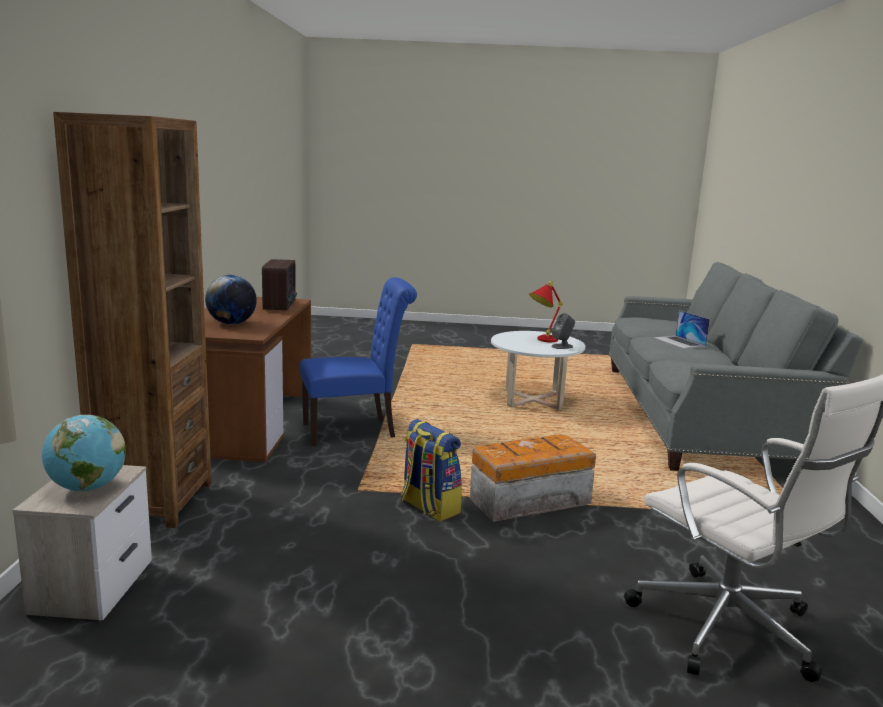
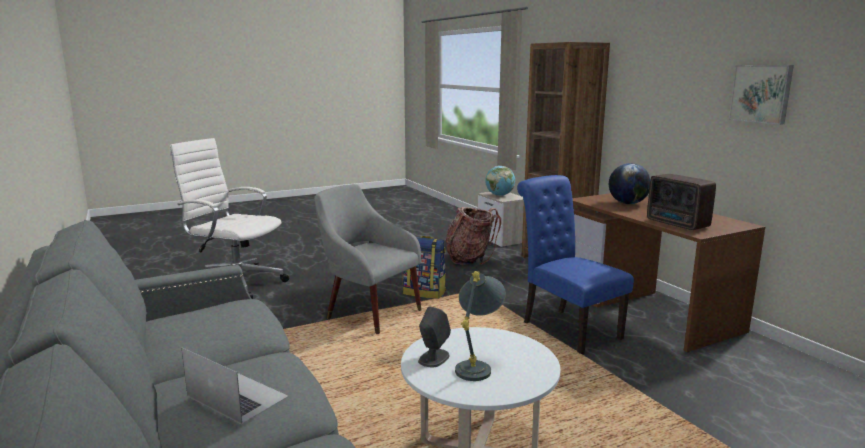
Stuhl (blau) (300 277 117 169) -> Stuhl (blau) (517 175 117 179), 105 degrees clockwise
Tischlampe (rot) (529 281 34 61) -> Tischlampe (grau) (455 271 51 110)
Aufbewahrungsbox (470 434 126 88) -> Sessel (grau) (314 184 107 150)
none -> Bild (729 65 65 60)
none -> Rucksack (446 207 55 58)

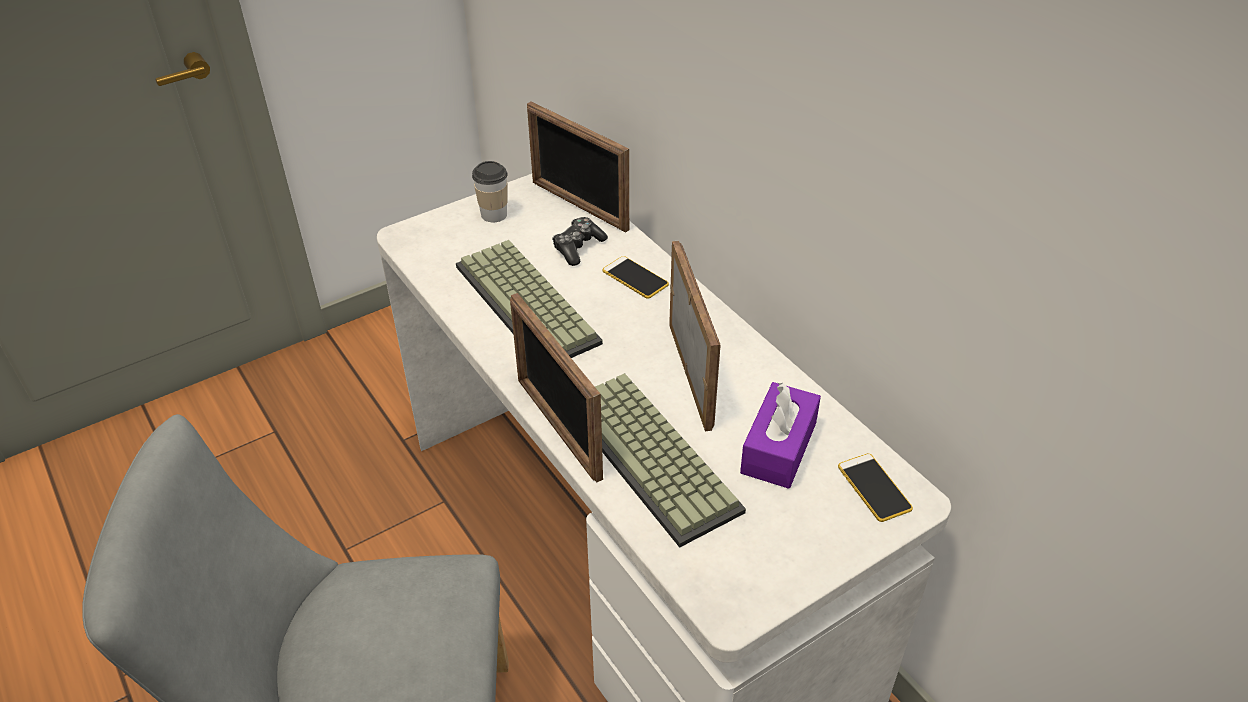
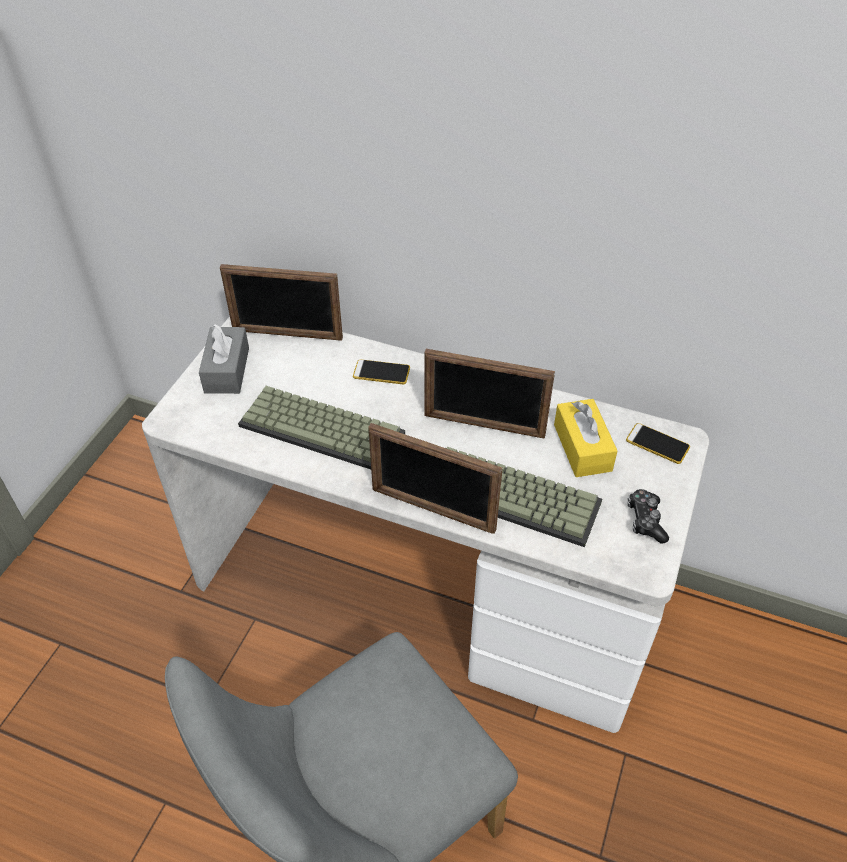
Tasse (472 161 36 61) -> Taschentuchbox (grau) (199 324 50 70)
Gamepad (552 217 56 49) -> Gamepad (628 489 41 54), move
Bilderrahmen (669 240 52 192) -> Bilderrahmen (424 349 131 90), 150 degrees clockwise
Taschentuchbox (lila) (740 382 81 107) -> Taschentuchbox (gelb) (554 399 64 78)

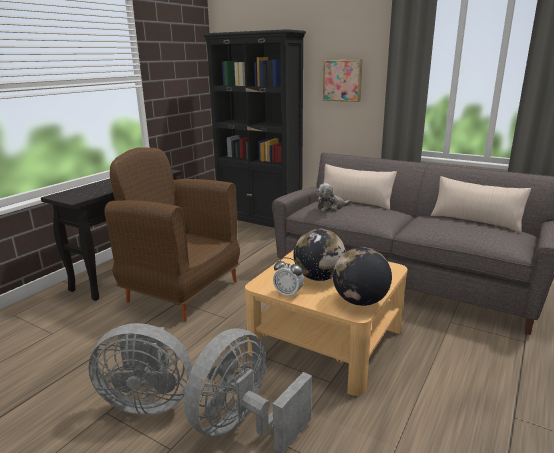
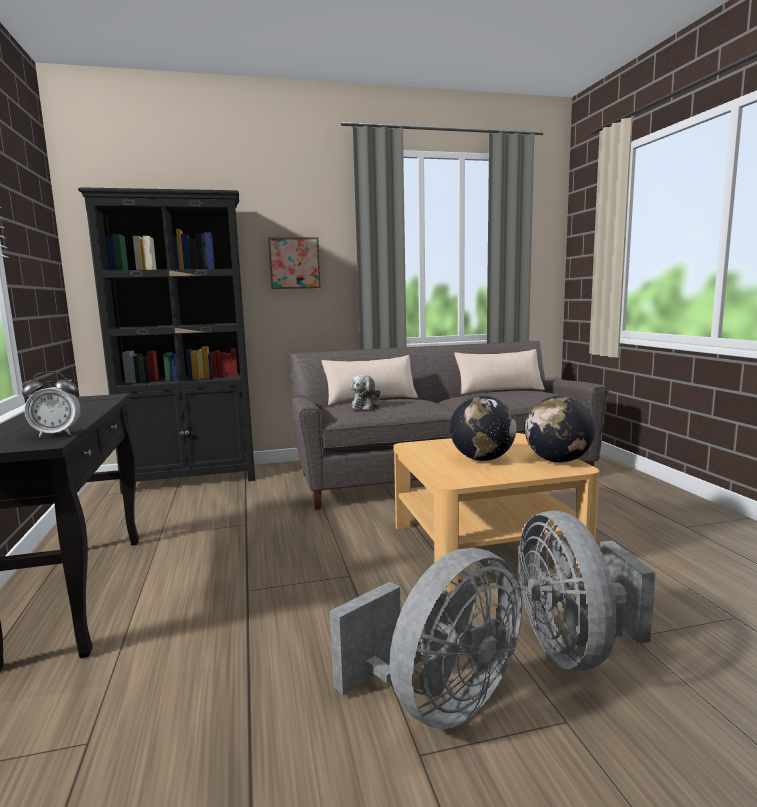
Sessel (braun) (104 148 136 173) -> none
Wecker (273 257 31 41) -> Wecker (22 371 58 67), move

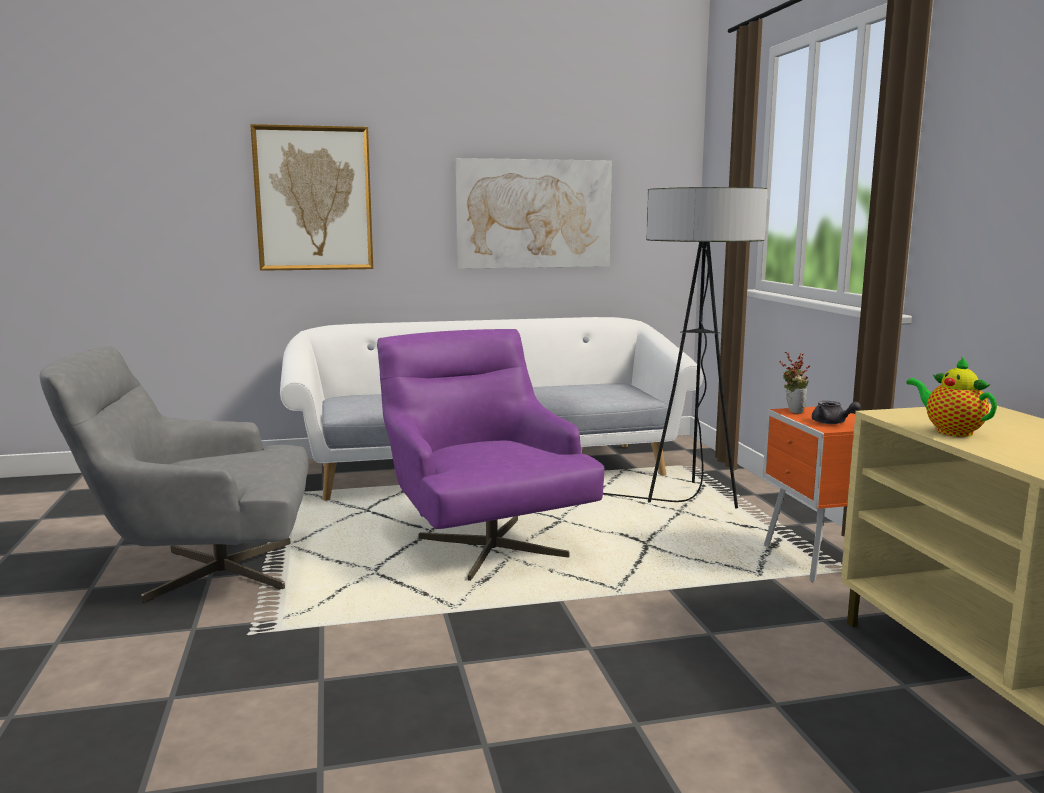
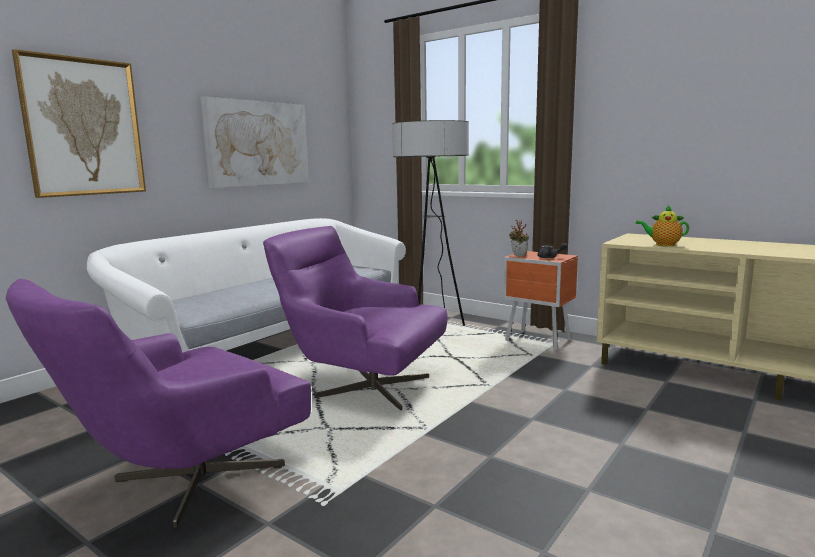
Sessel (grau) (40 346 269 257) -> Sessel (lila) (6 279 305 249)

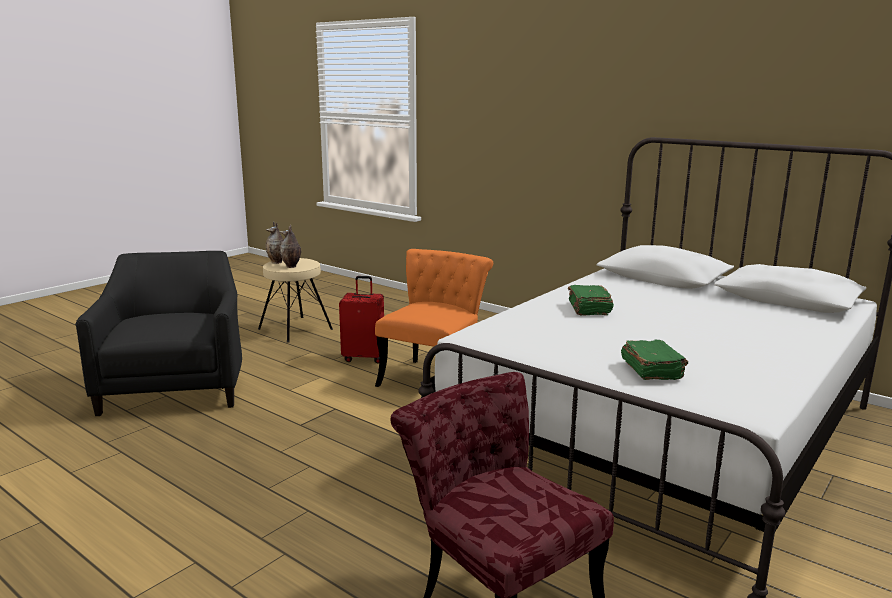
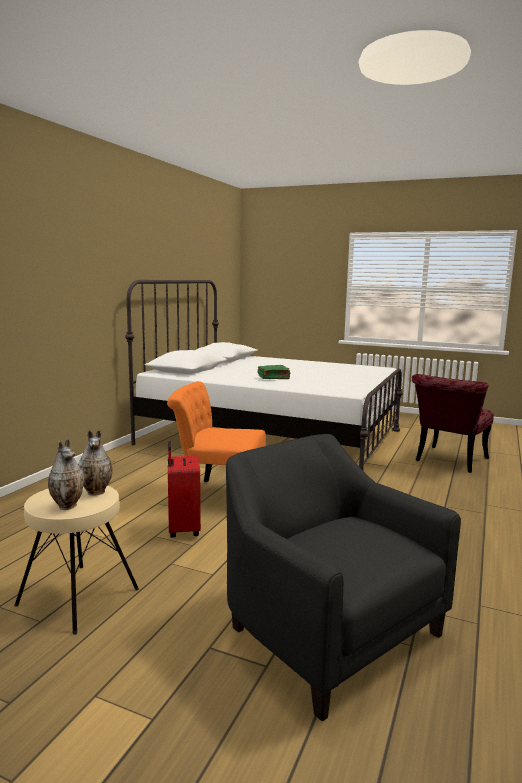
Sessel (schwarz) (75 251 167 165) -> Sessel (schwarz) (226 434 235 287), 75 degrees clockwise
Buch (grün) (621 340 67 40) -> none

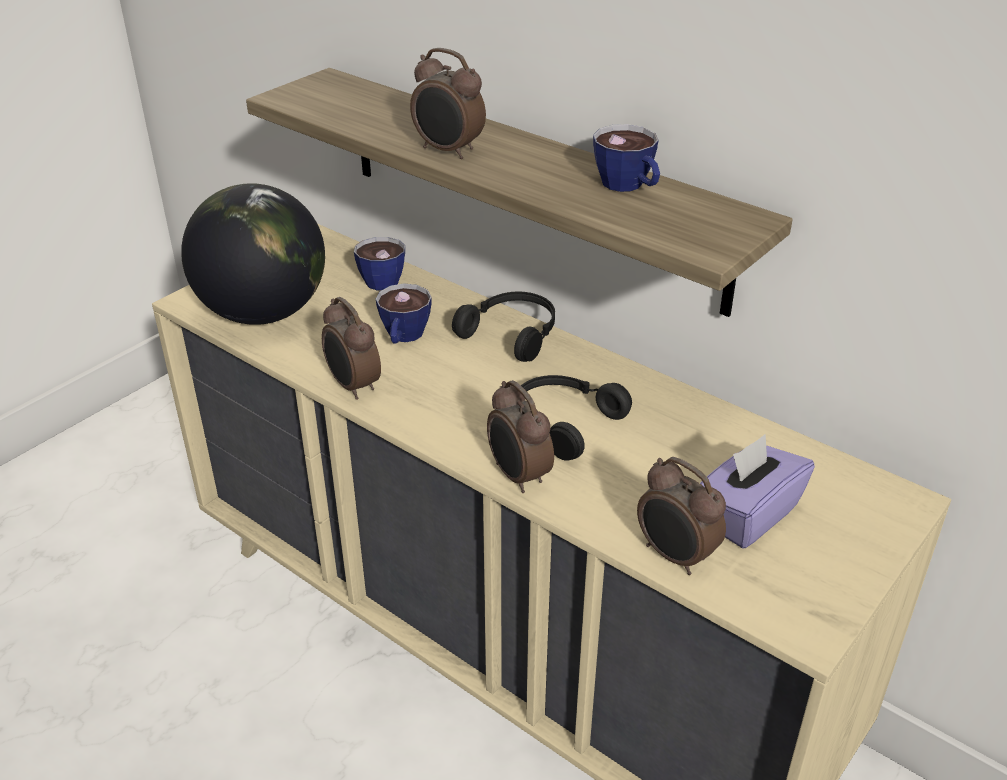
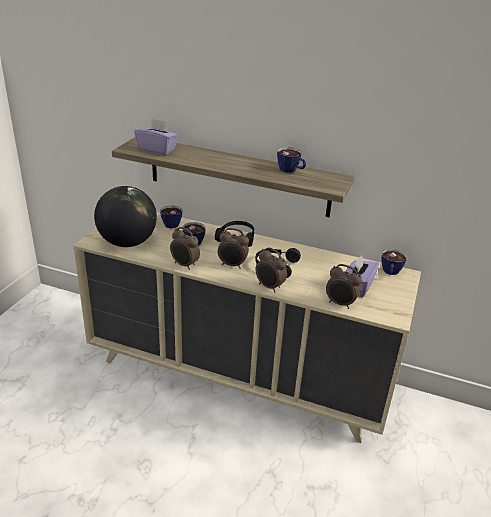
Wecker (410 48 76 111) -> Wecker (218 228 31 41), move
none -> Taschentuchbox (lila) (134 118 45 37)
none -> Tasse (381 249 26 26)

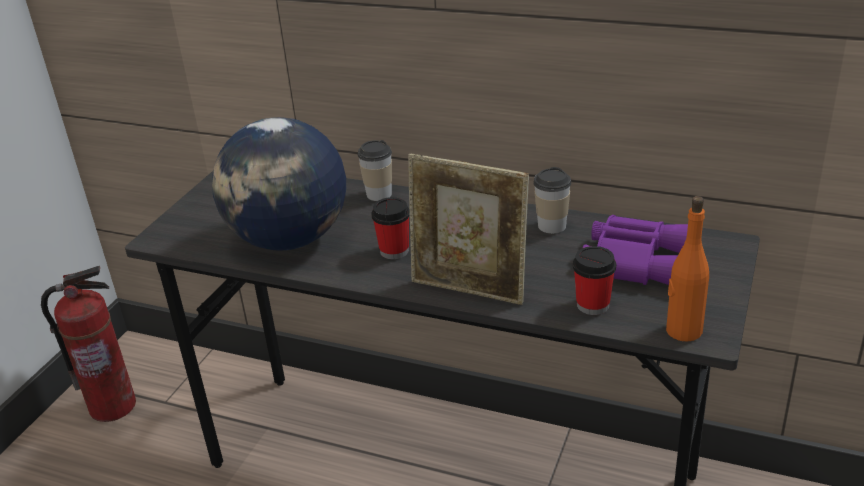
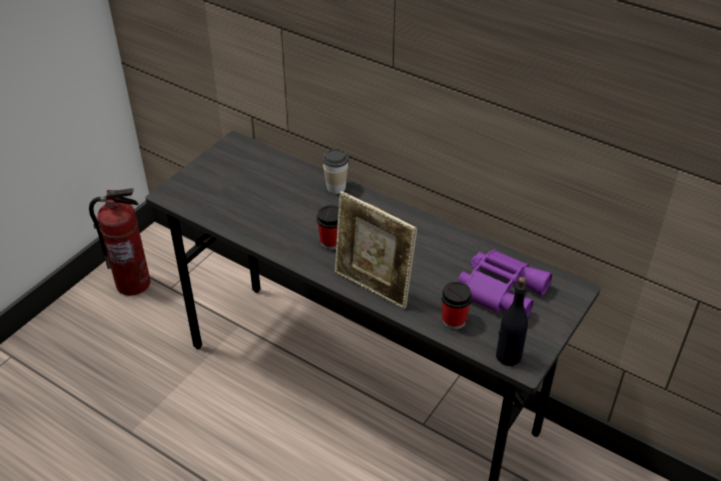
Globus (212 117 134 134) -> none
Tasse (533 167 38 67) -> none
Flasche (orange) (666 196 43 146) -> Flasche (schwarz) (496 277 32 89)

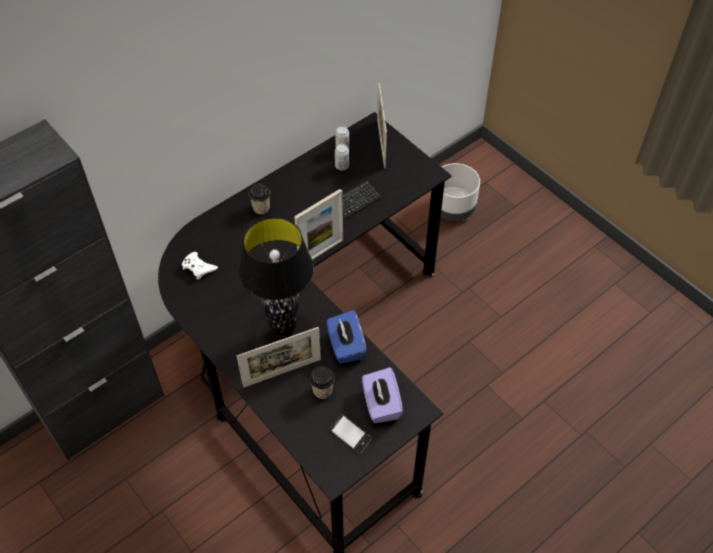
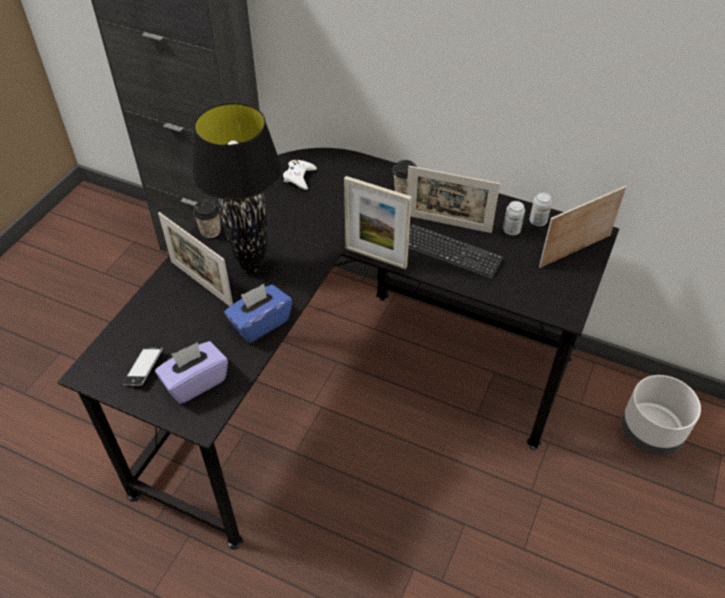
Tasse (309 367 26 32) -> Tasse (193 199 28 39), move
none -> Bilderrahmen (407 166 93 67)

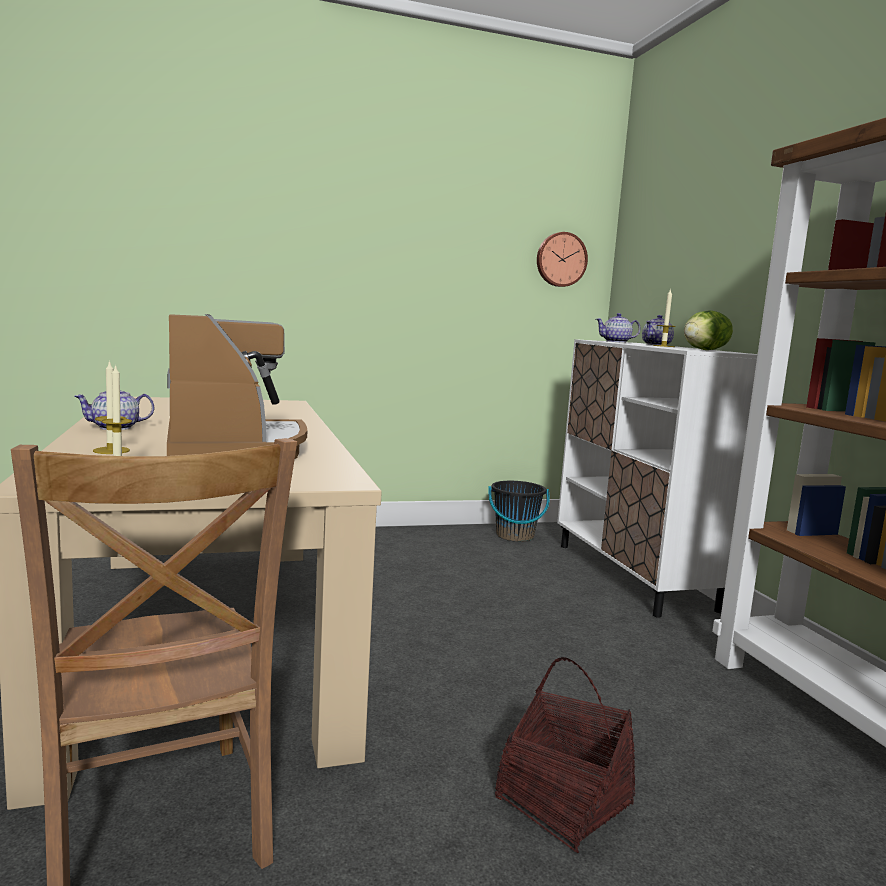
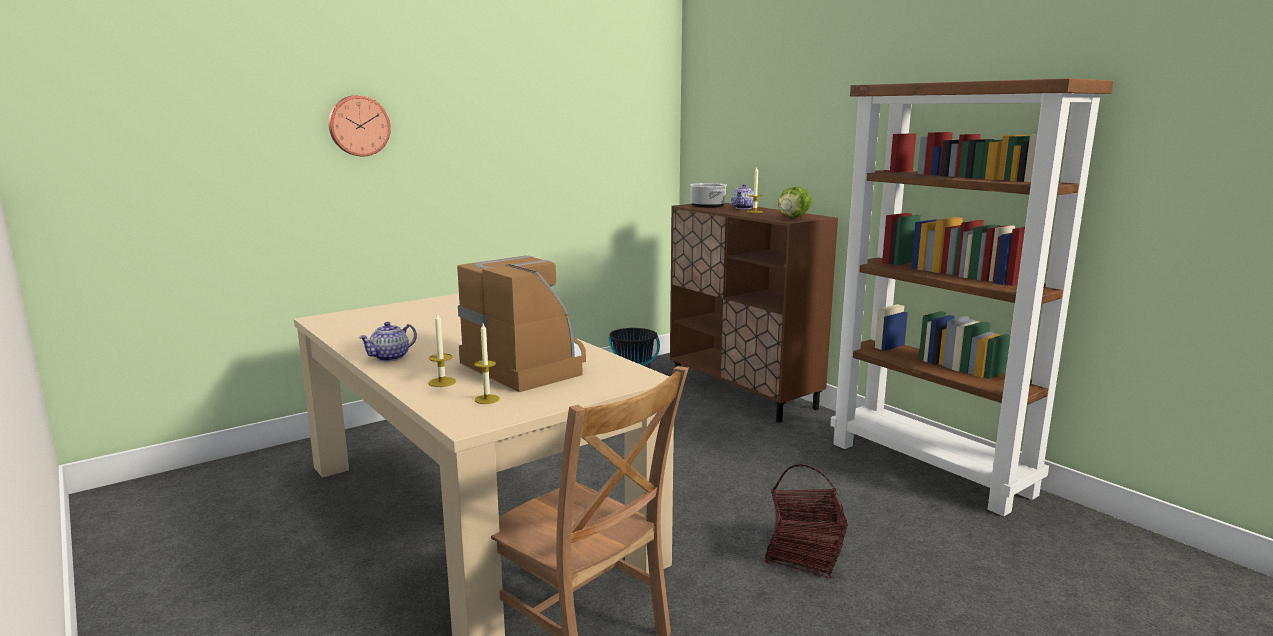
Wanduhr (537 232 51 55) -> Wanduhr (328 95 63 61), move
Teekanne (596 313 45 30) -> Kochtopf (690 183 37 25)
Schrank (weiß) (557 339 201 279) -> Schrank (braun) (670 203 168 219)

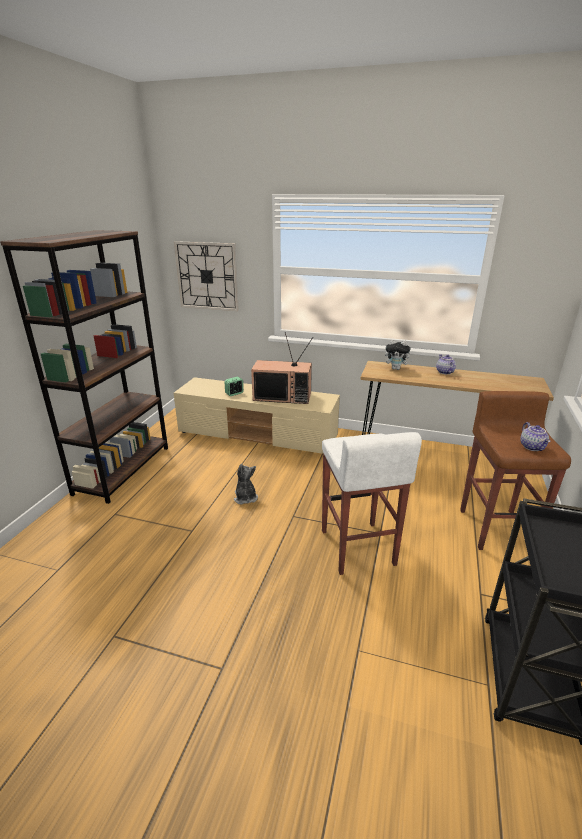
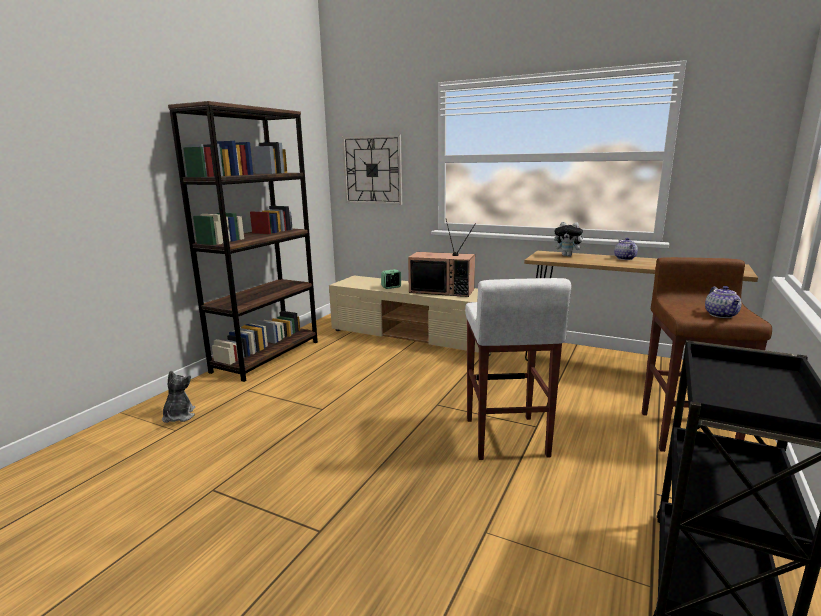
Plüschtier (234 464 24 41) -> Plüschtier (162 370 33 53), move

